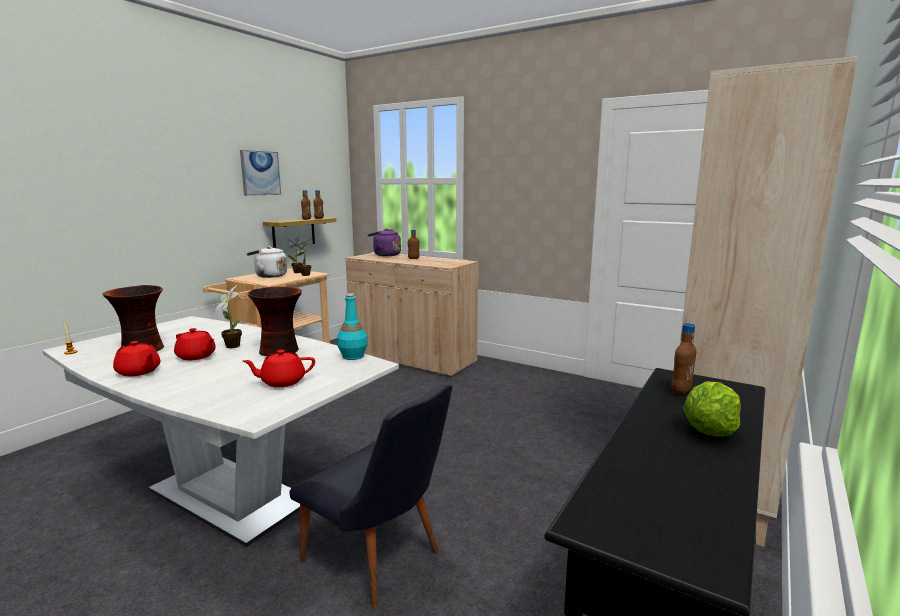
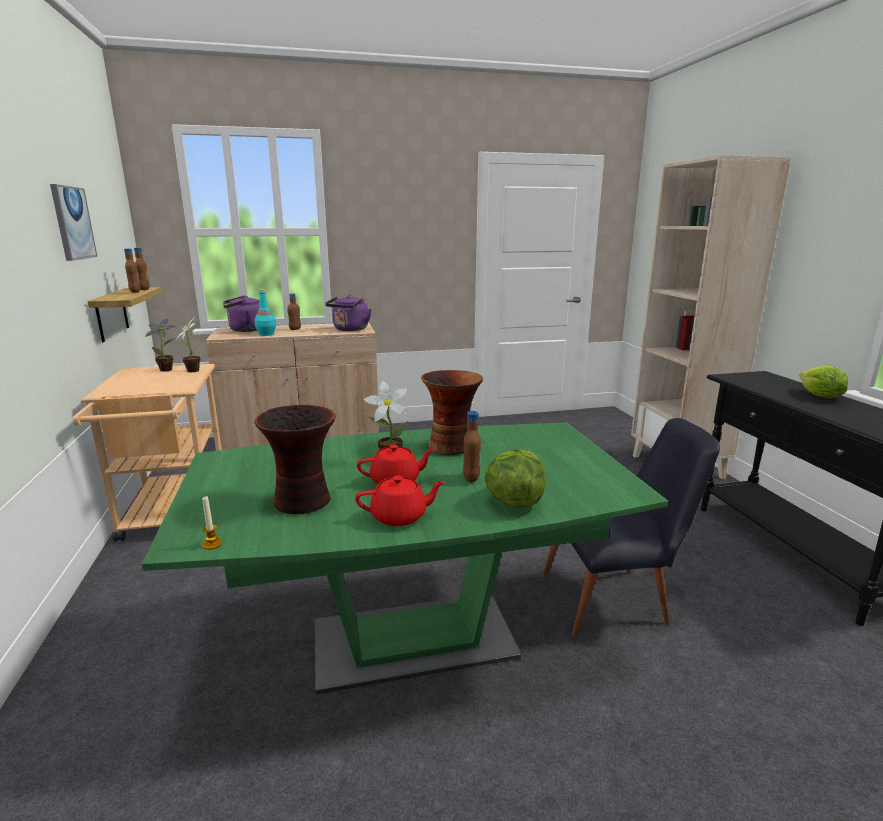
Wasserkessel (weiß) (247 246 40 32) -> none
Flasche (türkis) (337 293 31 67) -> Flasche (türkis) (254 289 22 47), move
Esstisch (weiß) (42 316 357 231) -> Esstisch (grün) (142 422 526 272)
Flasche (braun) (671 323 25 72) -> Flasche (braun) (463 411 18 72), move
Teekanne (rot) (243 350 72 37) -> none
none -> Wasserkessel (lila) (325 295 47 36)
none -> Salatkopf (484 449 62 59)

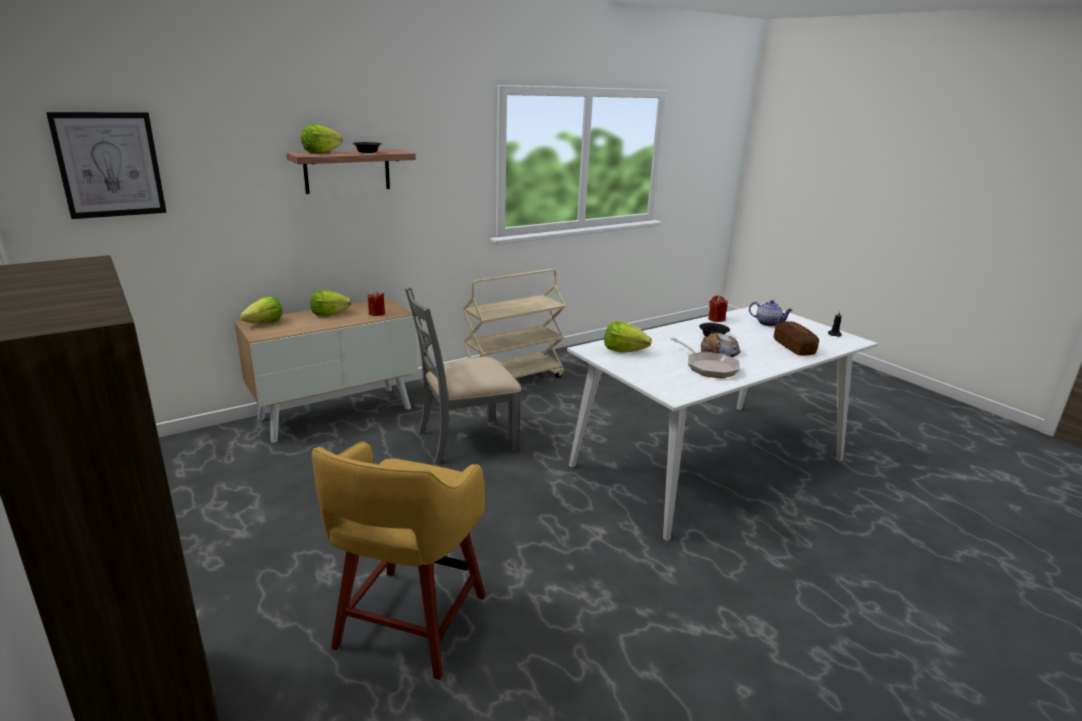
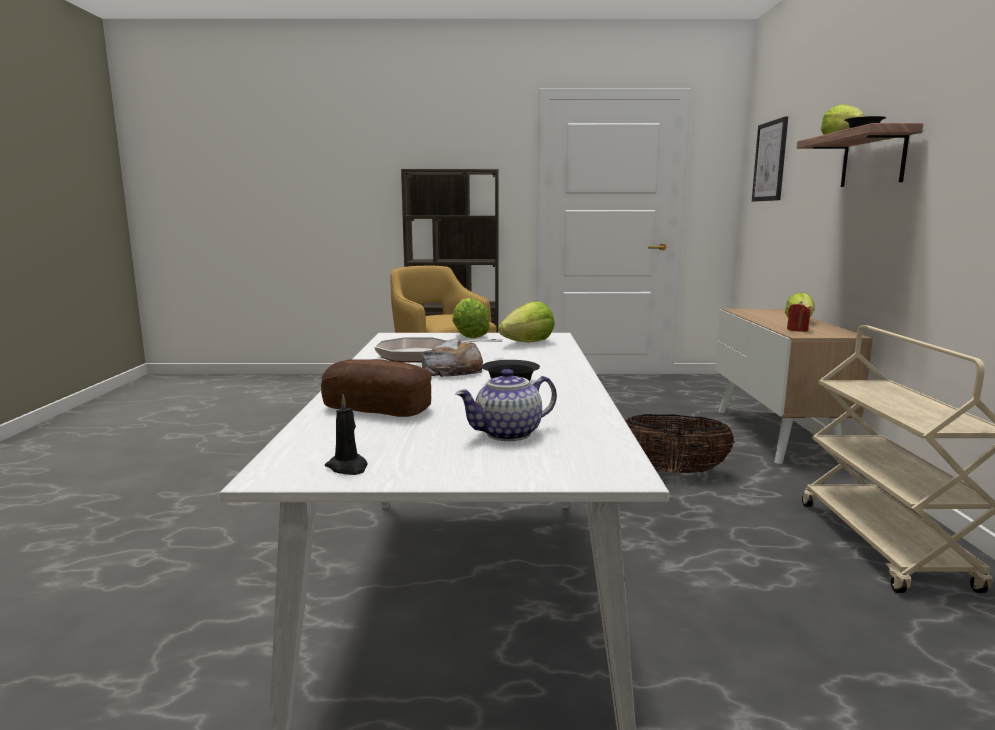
Stuhl (grau) (405 287 116 177) -> Korb (625 414 110 59)
Salatkopf (240 296 42 27) -> Salatkopf (452 298 38 40), move
Kerze (rot) (708 296 20 26) -> none

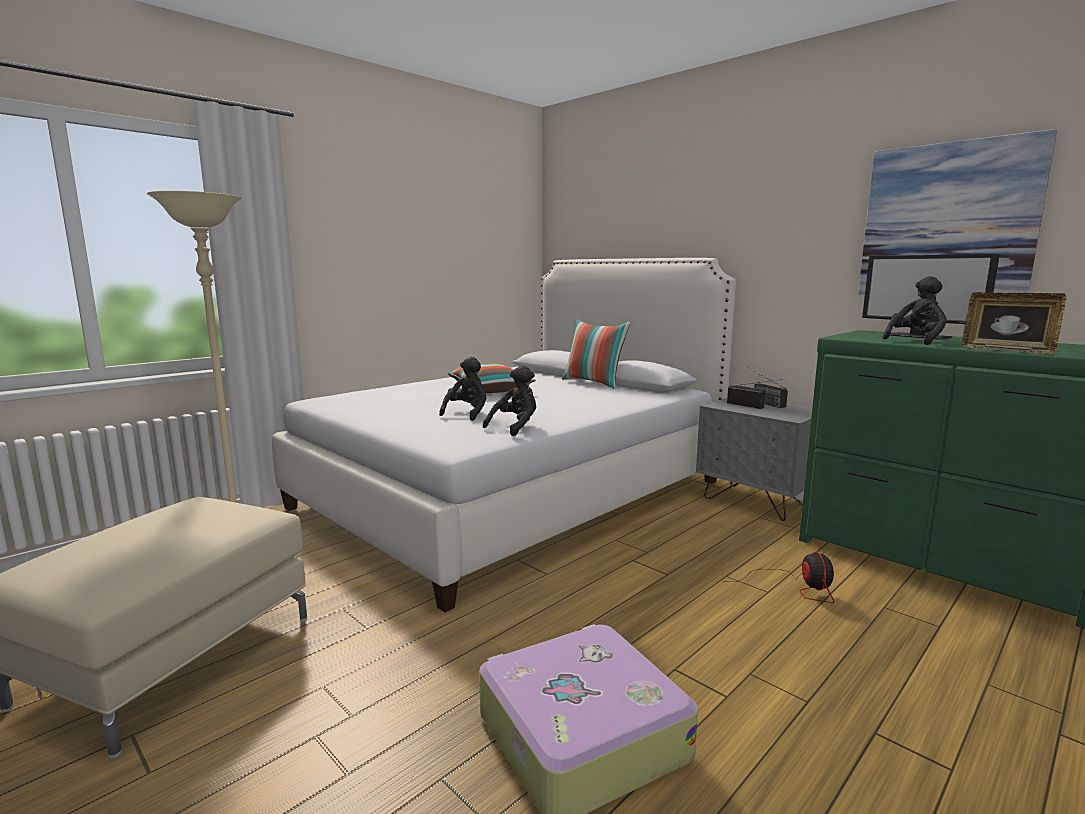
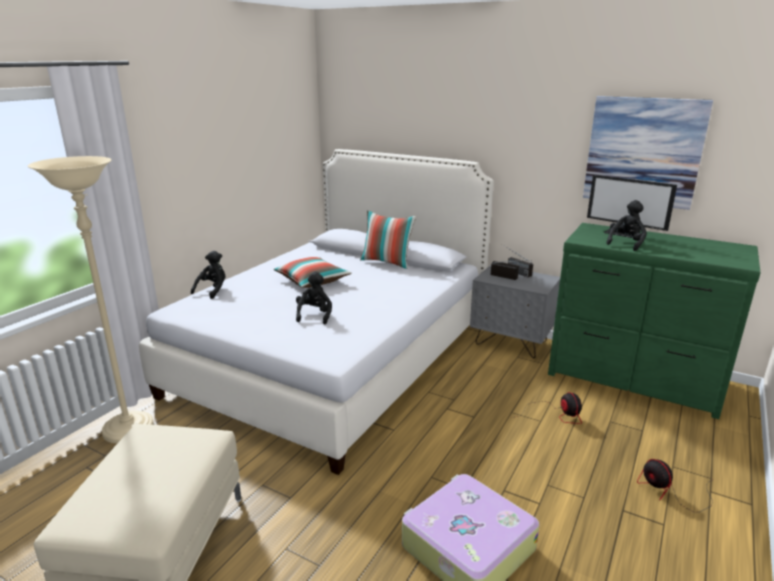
Bilderrahmen (962 292 104 62) -> none
Plüschtier (schwarz) (483 365 53 71) -> Plüschtier (schwarz) (191 251 34 48), move
none -> Ventilator (637 459 77 53)

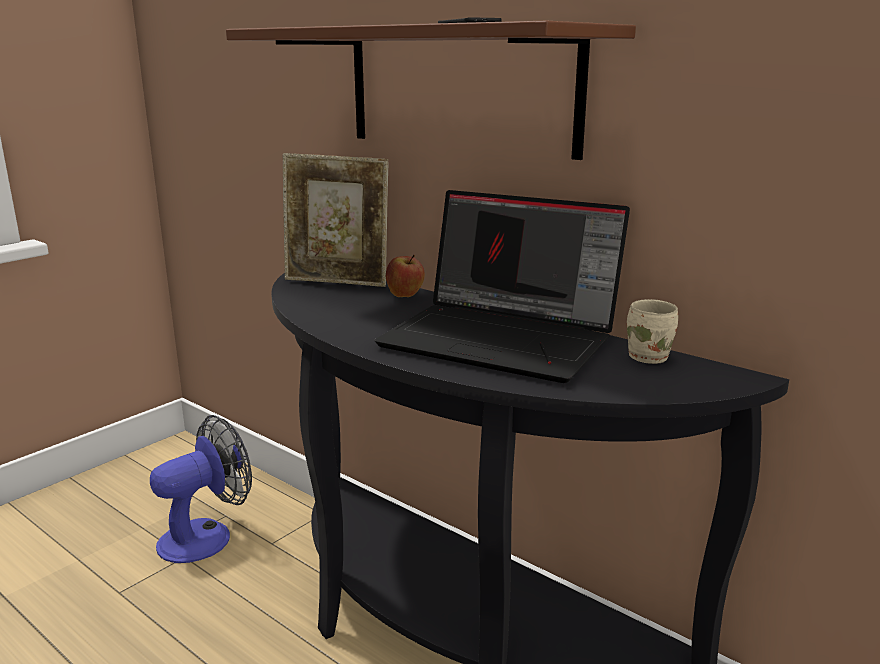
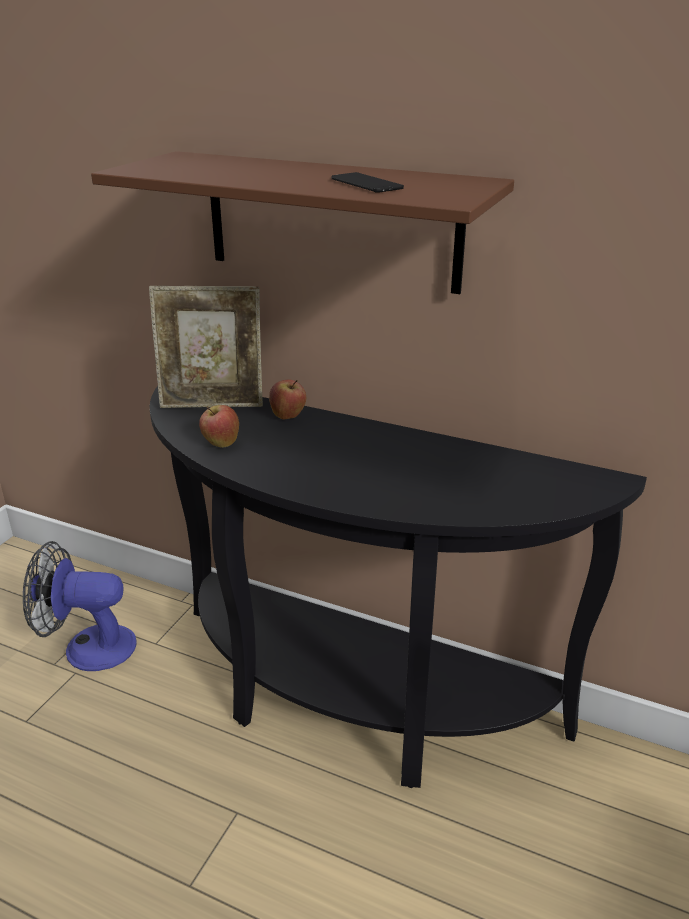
Laptop (374 190 256 193) -> none
Henkelbecher (beige) (627 299 51 65) -> none
Ventilator (150 415 102 148) -> Ventilator (23 541 114 130), 120 degrees counterclockwise
none -> Apfel (199 405 40 43)

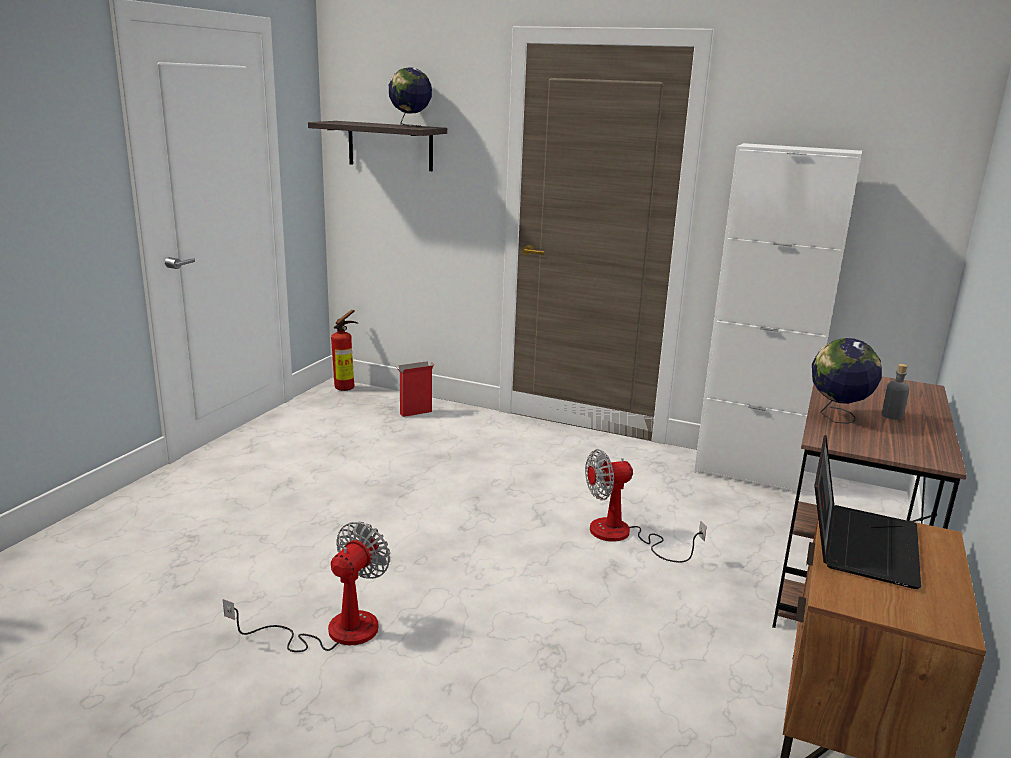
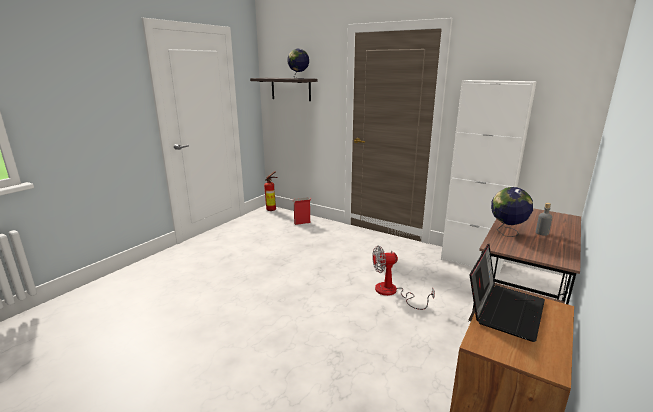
Ventilator (223 522 167 130) -> none

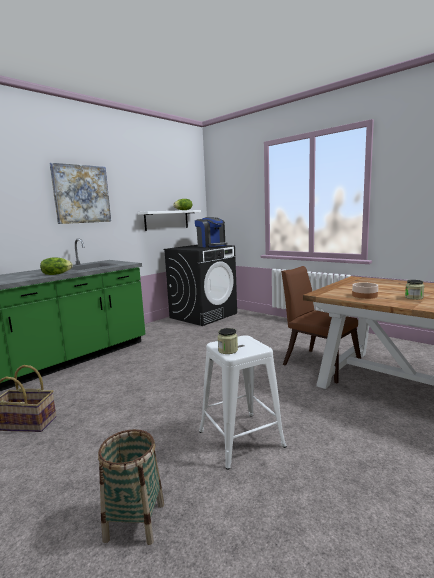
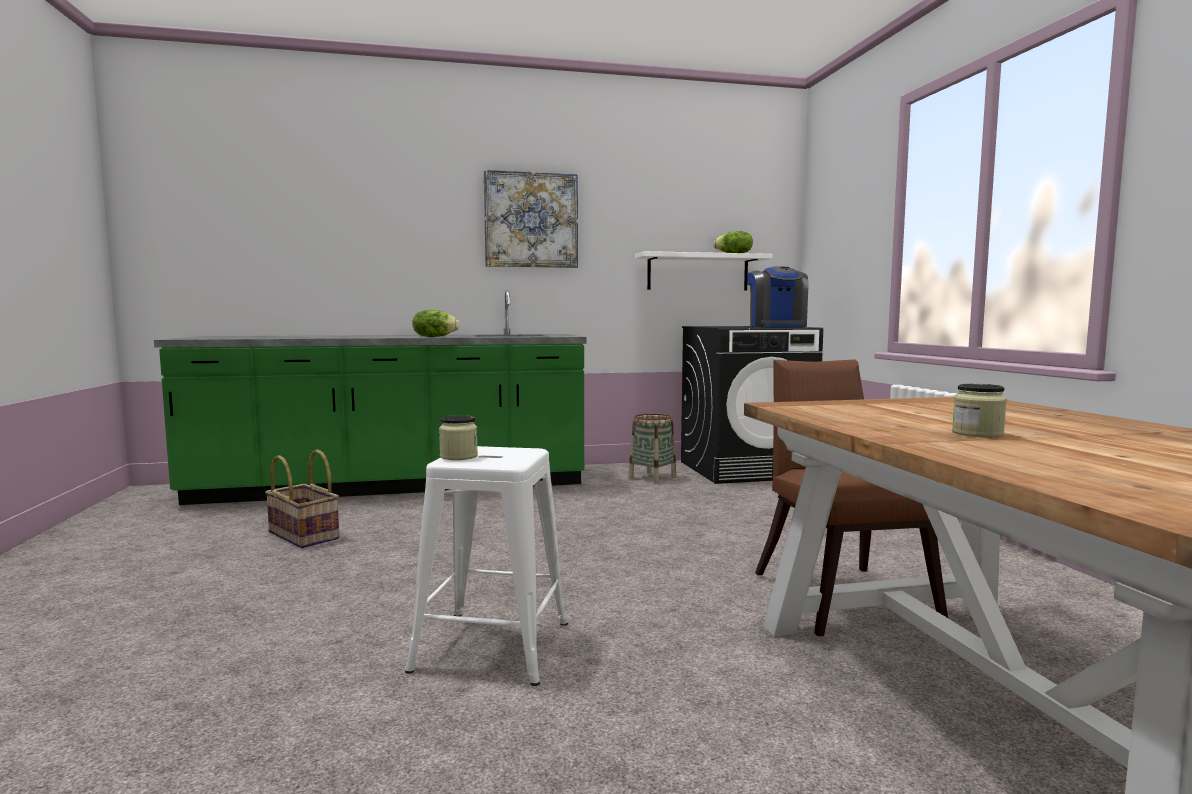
Schüssel (352 282 26 17) -> none
Korb (98 429 66 116) -> Korb (628 414 48 70), move

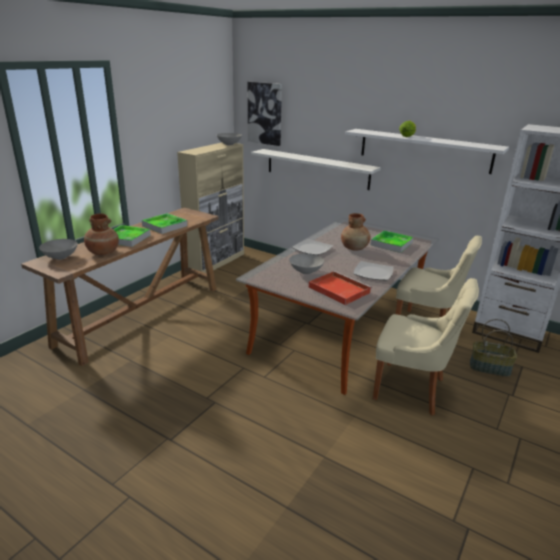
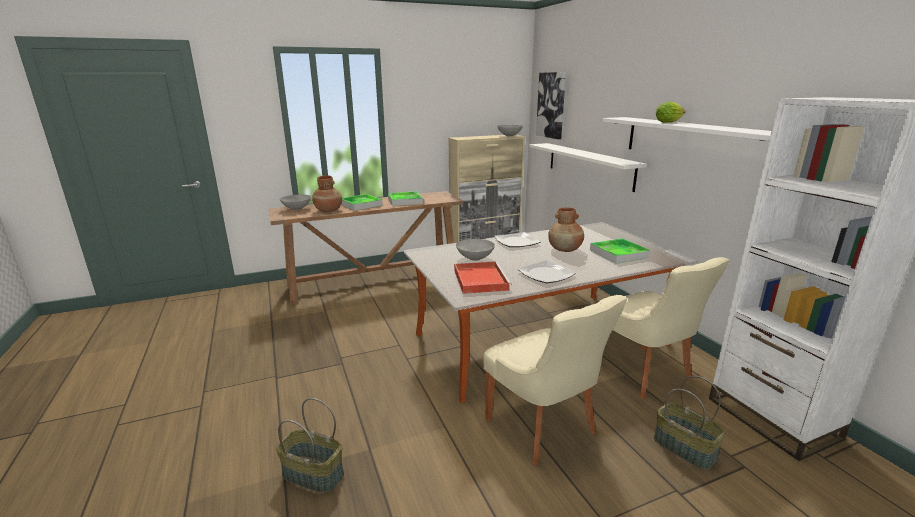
none -> Korb (276 398 68 95)

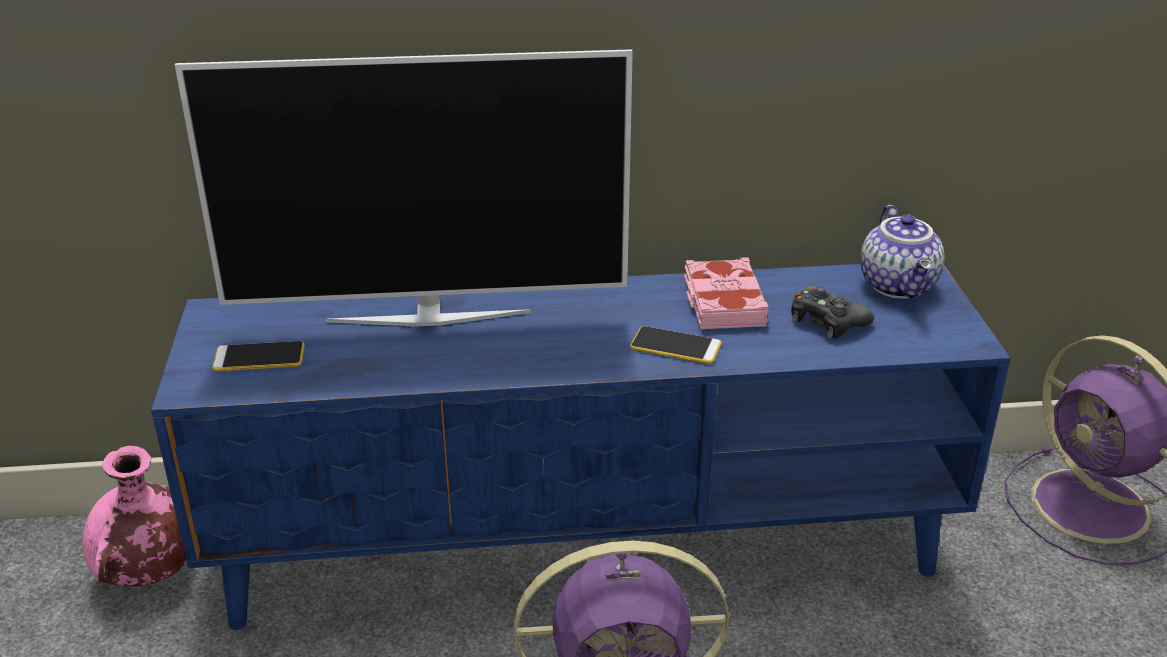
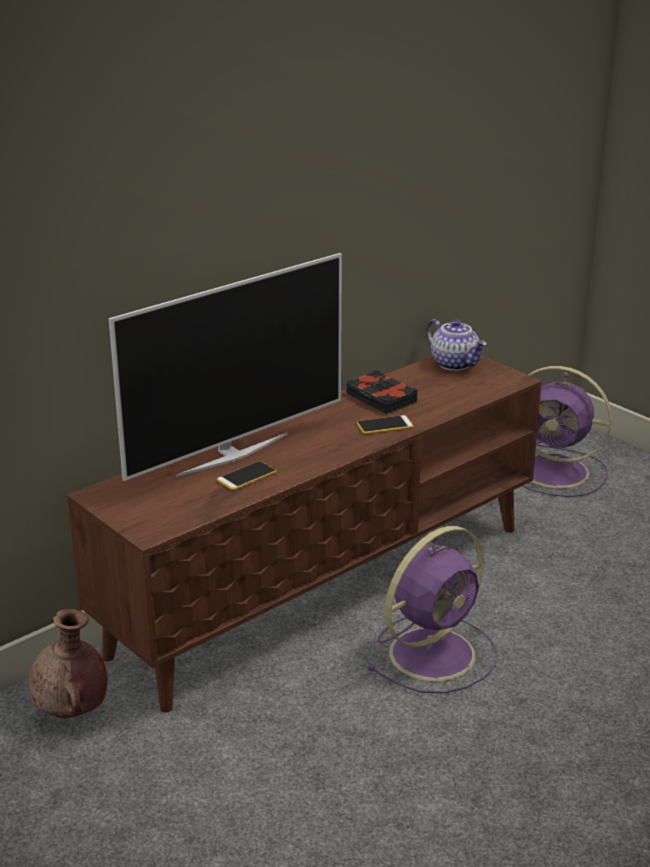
Buch (rosa) (684 257 85 72) -> Buch (schwarz) (346 370 72 44)
Fernsehschrank (blau) (151 264 860 366) -> Fernsehschrank (braun) (67 355 475 358)
Gamepad (schwarz) (791 285 83 53) -> none
Handy (212 341 93 30) -> Handy (217 461 59 29), move
Vase (rosa) (82 446 105 141) -> Vase (braun) (28 609 79 109)

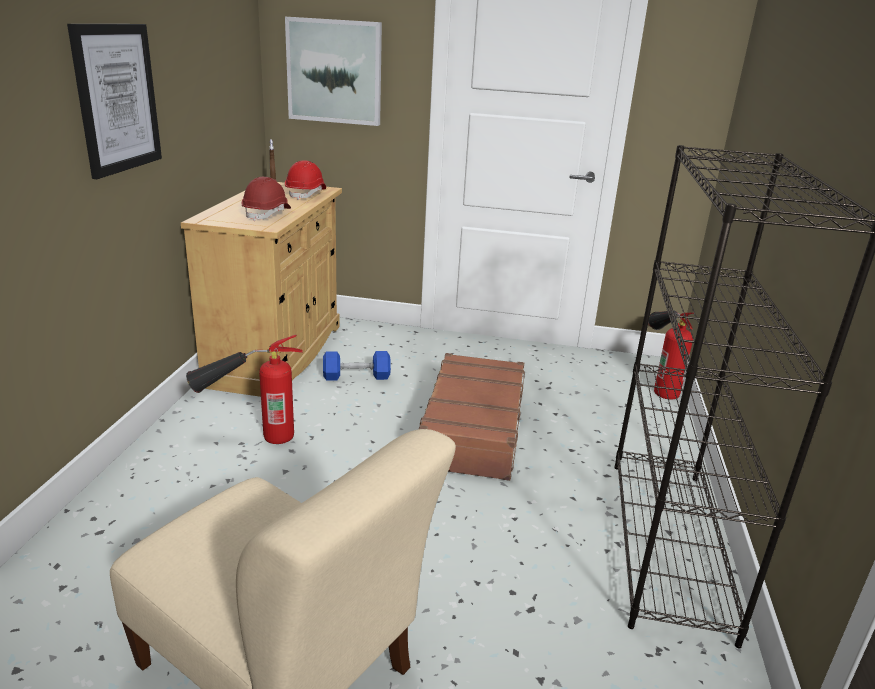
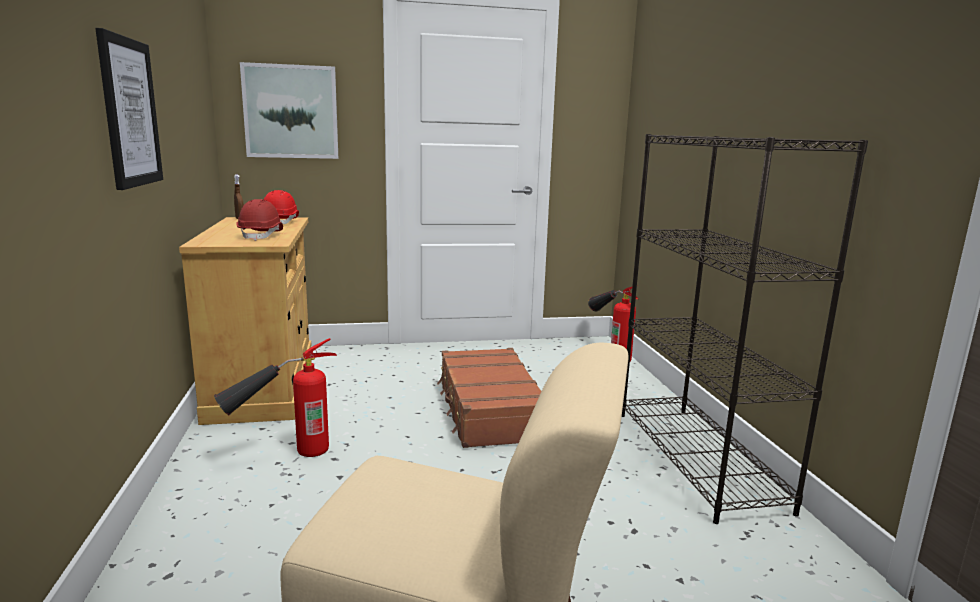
Hantel (blau) (323 351 68 30) -> none

